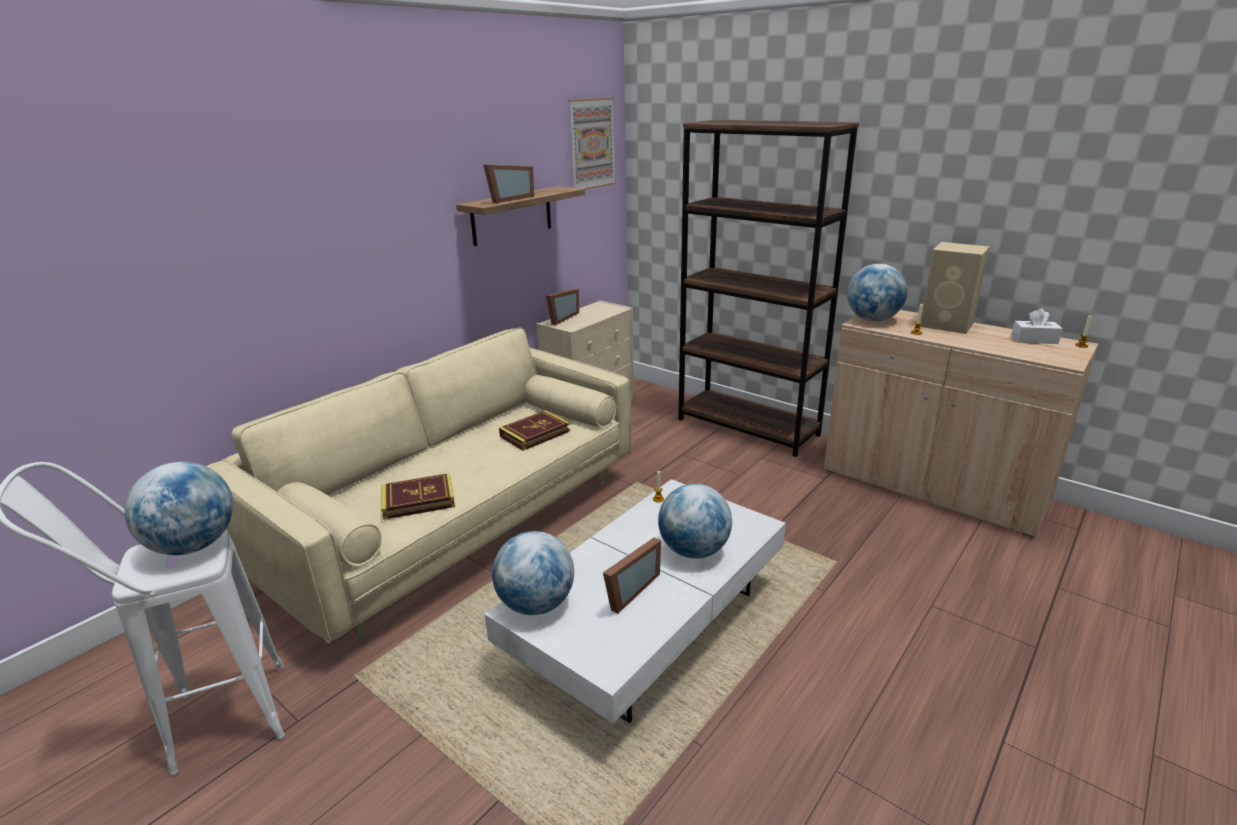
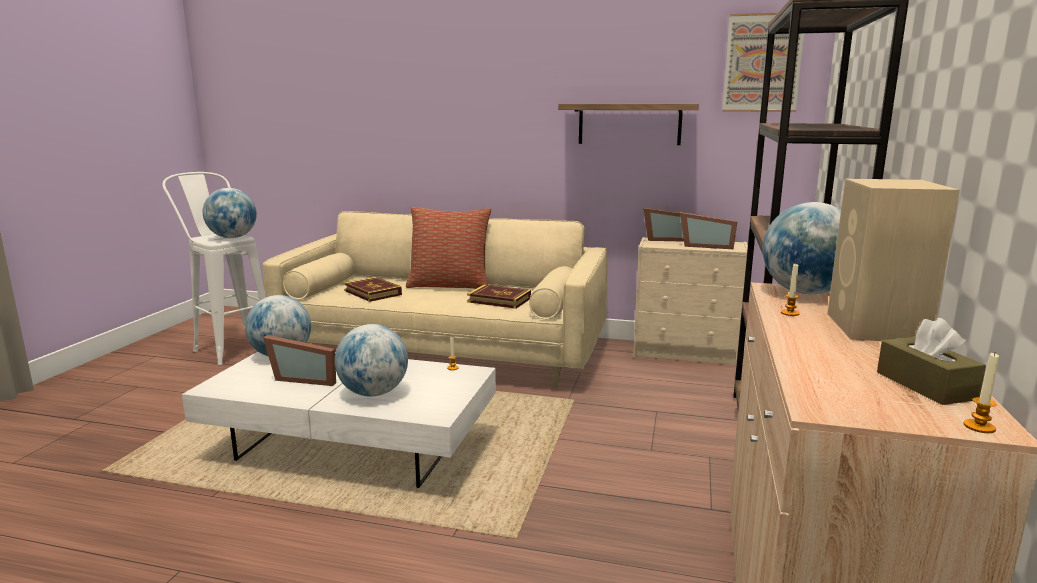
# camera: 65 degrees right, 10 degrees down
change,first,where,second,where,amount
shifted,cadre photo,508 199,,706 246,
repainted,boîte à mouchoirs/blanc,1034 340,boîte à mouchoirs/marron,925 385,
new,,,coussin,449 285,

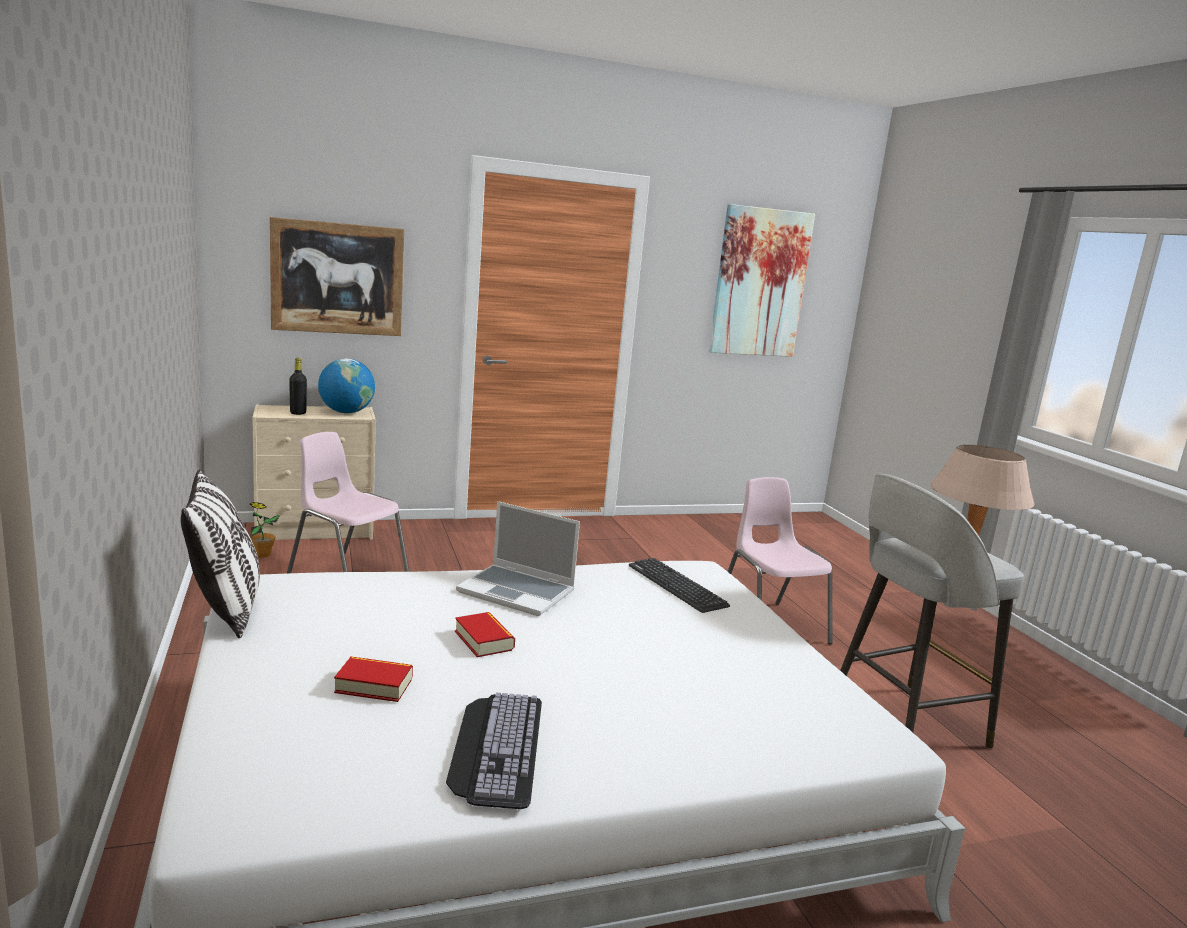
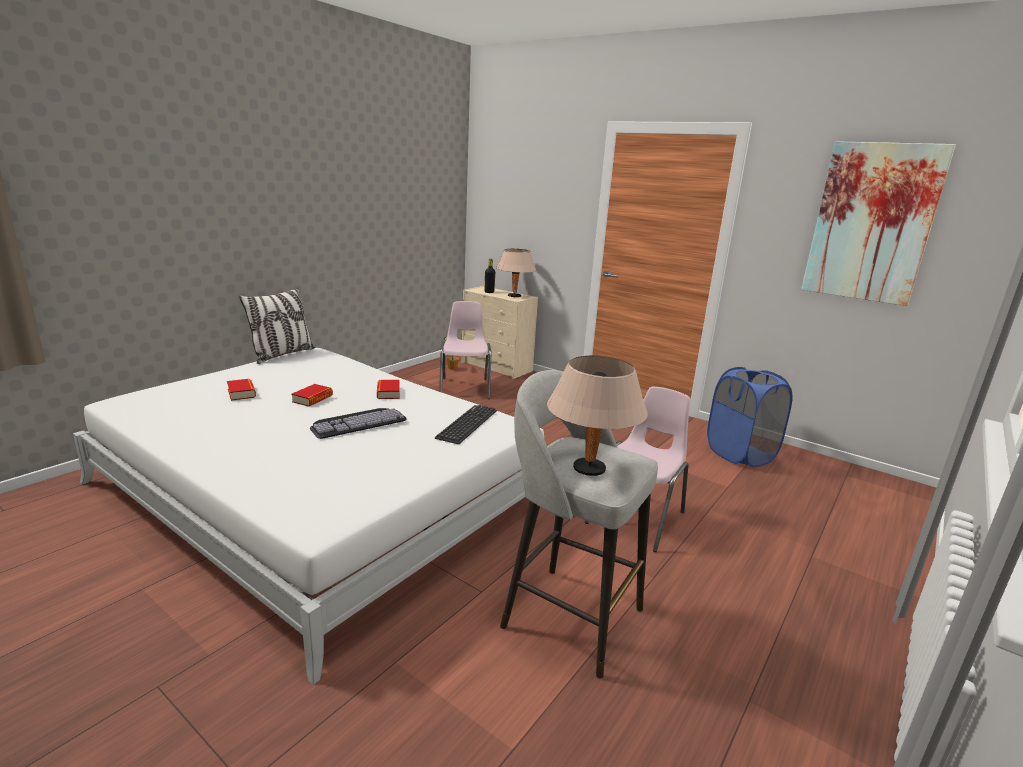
# camera: 55 degrees right, 5 degrees up
change,first,where,second,where,amount
gone,tableau,337 278,,,
swapped,globe,346 412,lampe de table/beige,514 296,
swapped,ordinateur portable,518 592,livre,388 393,
shifted,clavier,495 745,,358 422,
new,,,panier à linge/bleu,740 454,

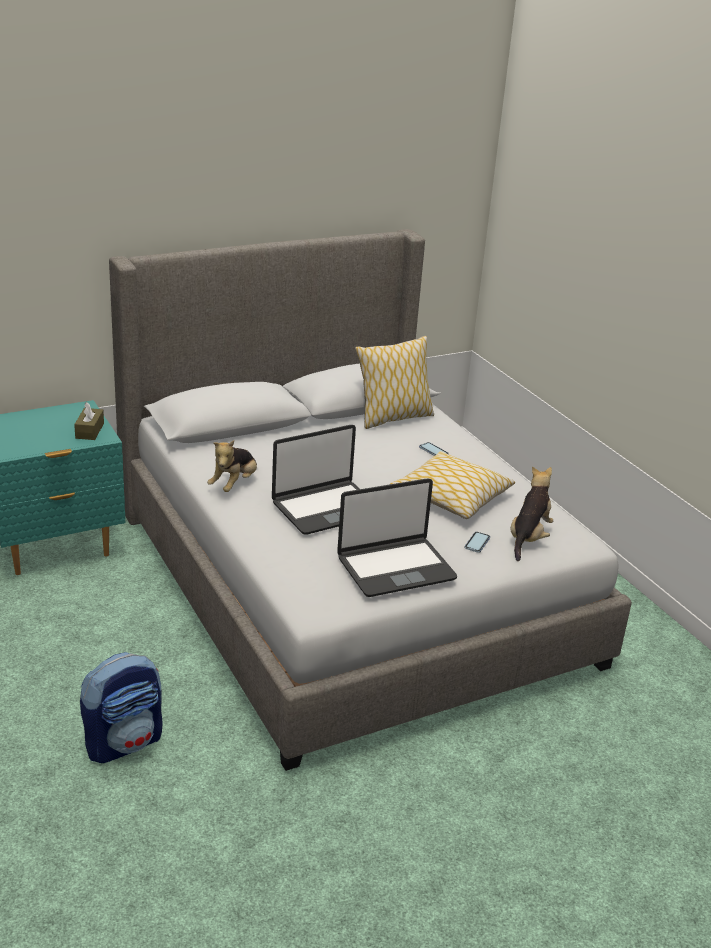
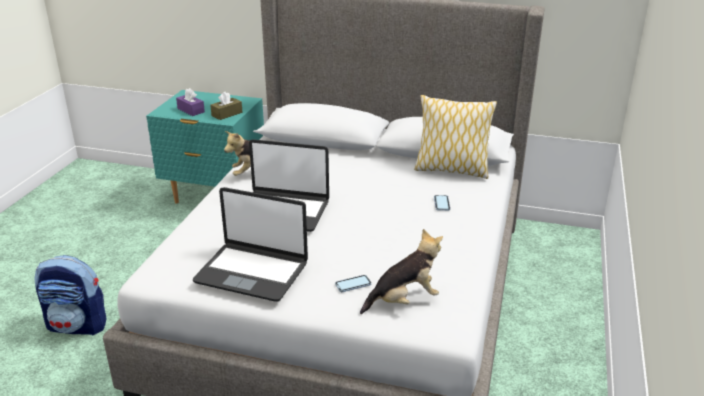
# camera: 45 degrees right, 0 degrees up
change,first,where,second,where,amount
gone,coussin,451 497,,,
new,,,boîte à mouchoirs/violet,191 110,

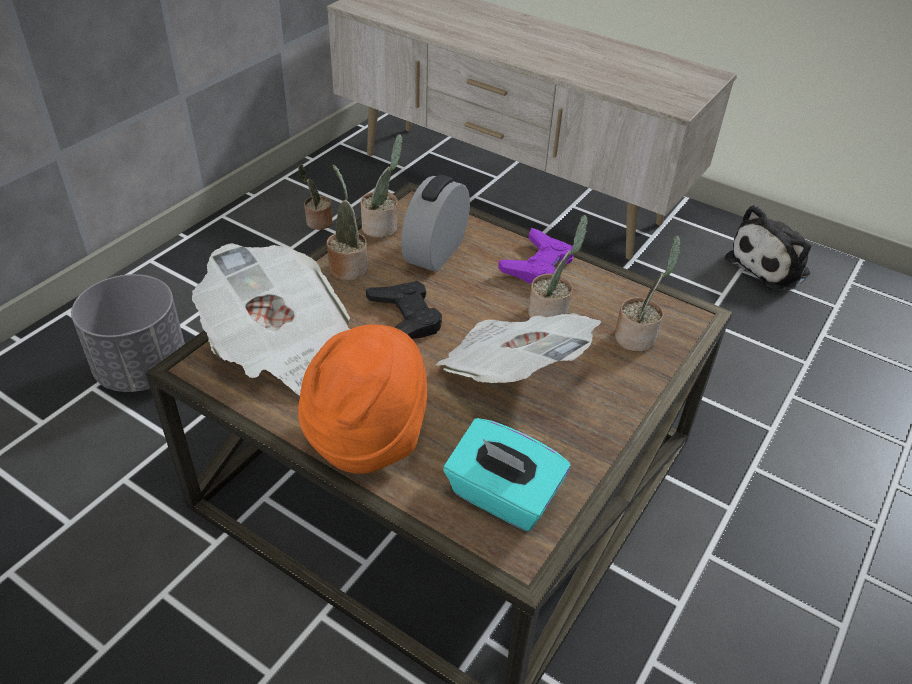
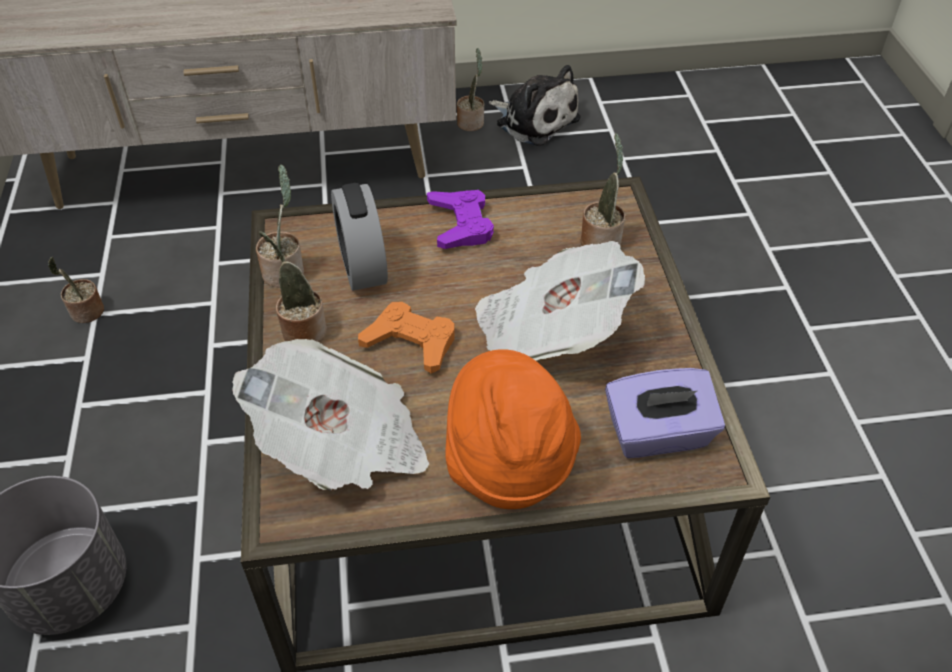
# camera: 40 degrees left, 5 degrees up
change,first,where,second,where,amount
rotated,peluche,771 265,,534 120,60 degrees counterclockwise
shifted,plante en pot,550 313,,471 122,
repainted,manette/noir,405 317,manette/orange,411 342,
repainted,boîte à mouchoirs/turquoise,502 497,boîte à mouchoirs/violet,658 435,

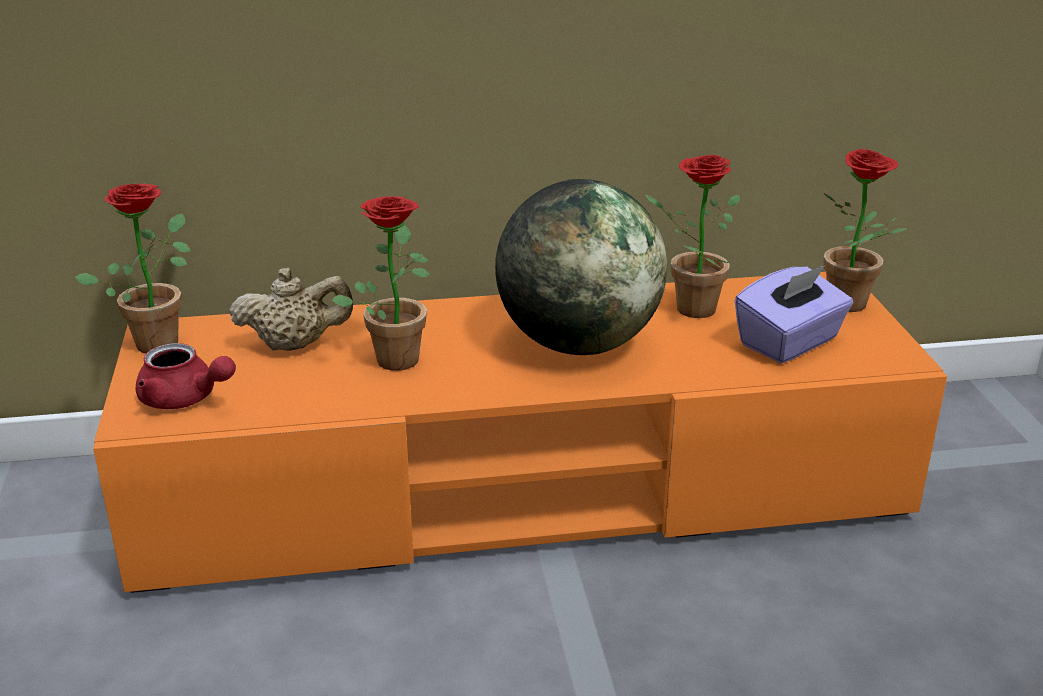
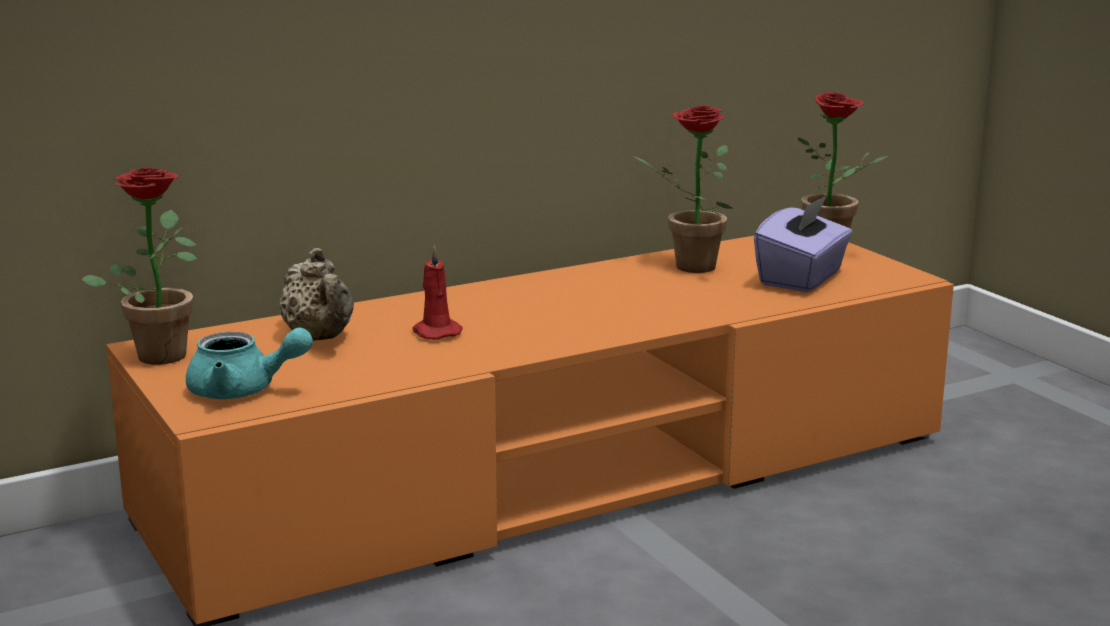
# camera: 20 degrees left, 10 degrees down
change,first,where,second,where,amount
gone,globe,577 344,,,
swapped,plante en pot,396 355,bougie/rouge,435 332,
rotated,théière/beige,295 345,,320 338,90 degrees clockwise
repainted,théière/rouge,185 399,théière/turquoise,243 391,

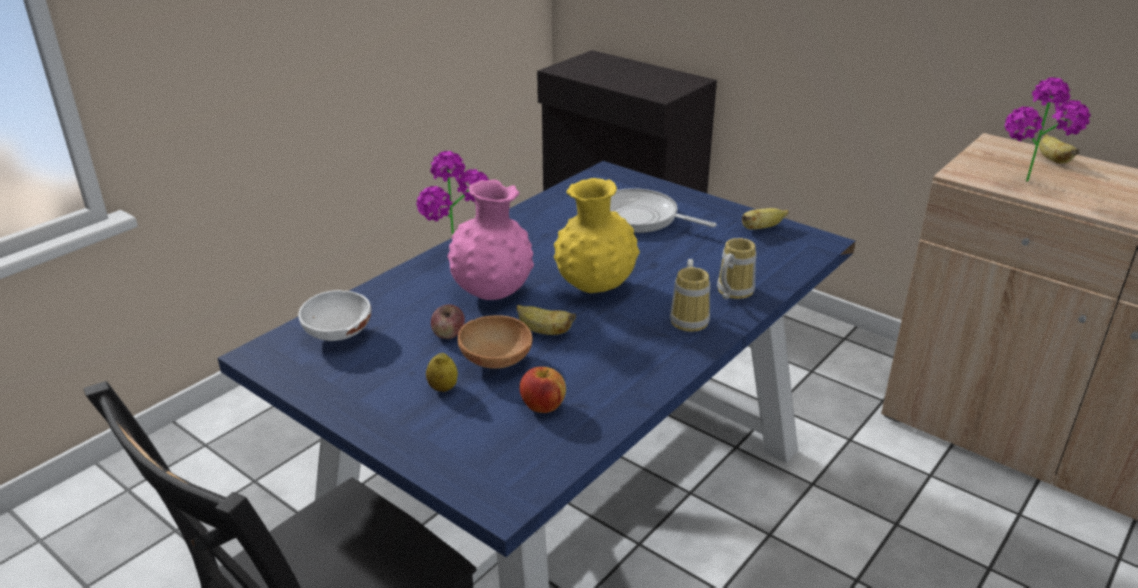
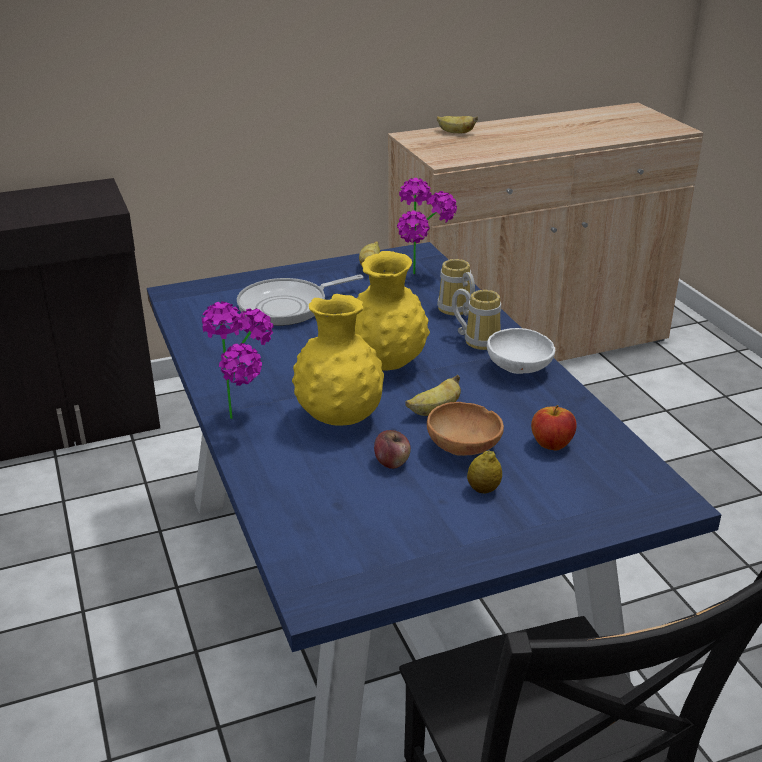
# camera: 60 degrees left, 0 degrees up
change,first,where,second,where,amount
shifted,plante en pot,1029 186,,423 277,
repainted,vase/rose,492 293,vase/jaune,340 418,
shifted,bol/blanc,337 336,,520 370,

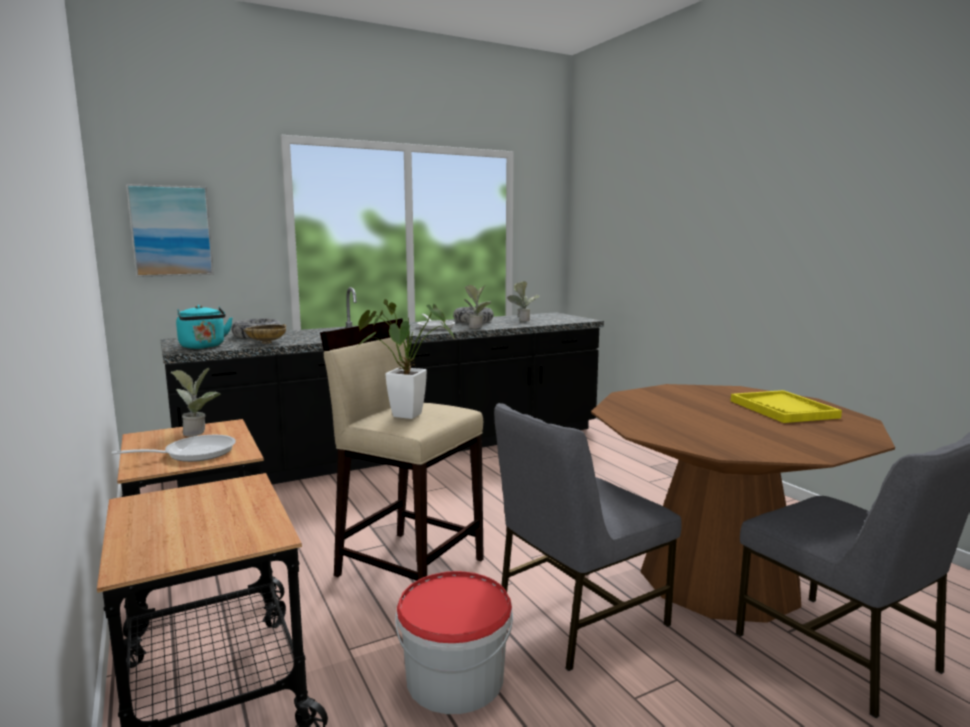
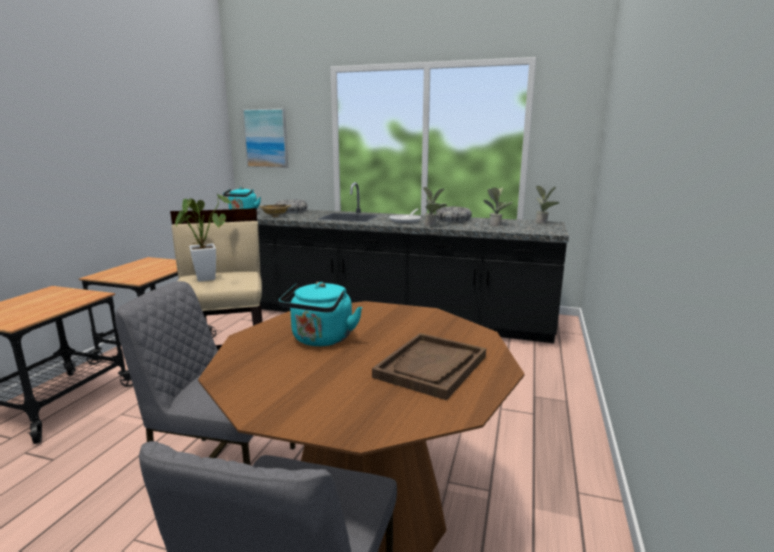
# camera: 45 degrees right, 5 degrees up
change,first,where,second,where,amount
shifted,plante en pot,199 432,,543 222,
repainted,plateau/jaune,783 409,plateau/marron,431 367,
gone,poêle,193 453,,,
gone,seau,454 678,,,
new,,,bouilloire/turquoise,321 340,

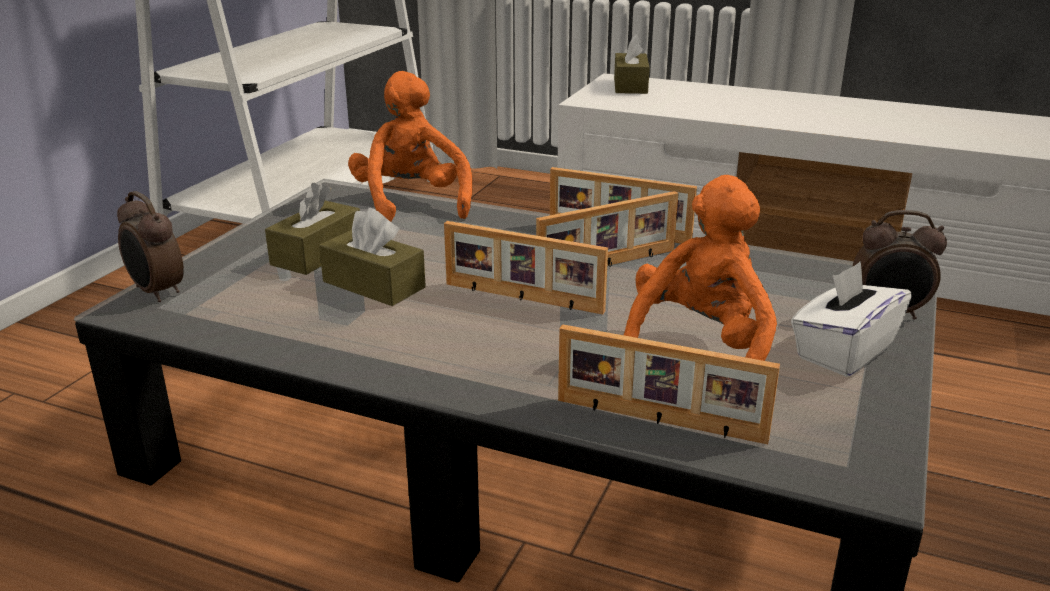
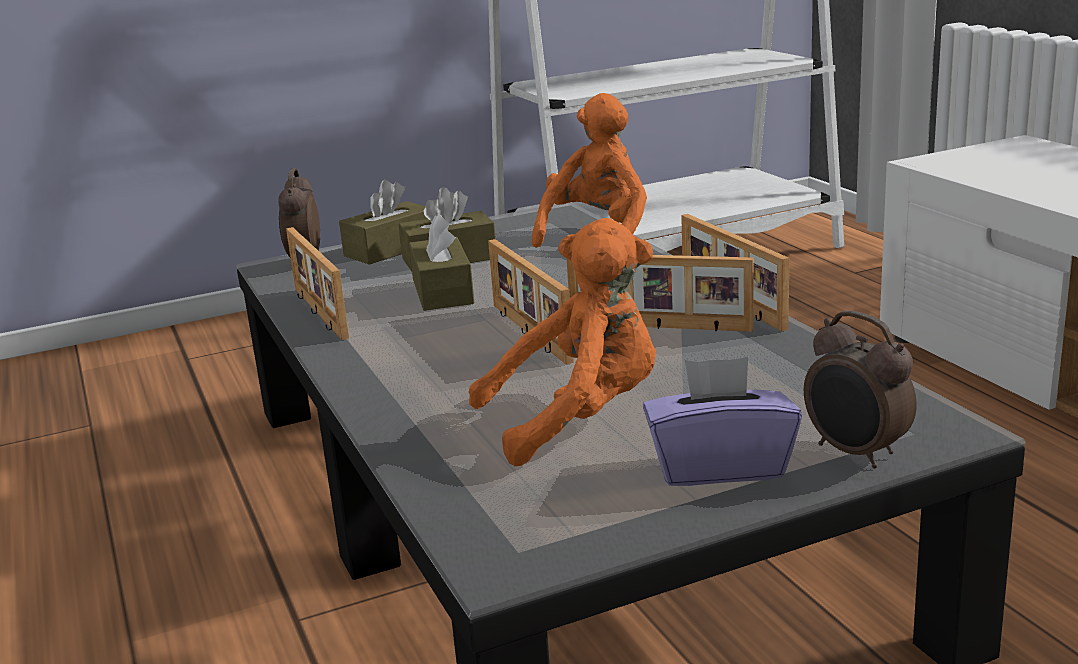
# camera: 45 degrees right, 5 degrees down
change,first,where,second,where,amount
shifted,boîte à mouchoirs/marron,630 86,,390 249,
repainted,boîte à mouchoirs/blanc,843 351,boîte à mouchoirs/violet,719 466,
shifted,cadre photo,659 421,,318 313,

